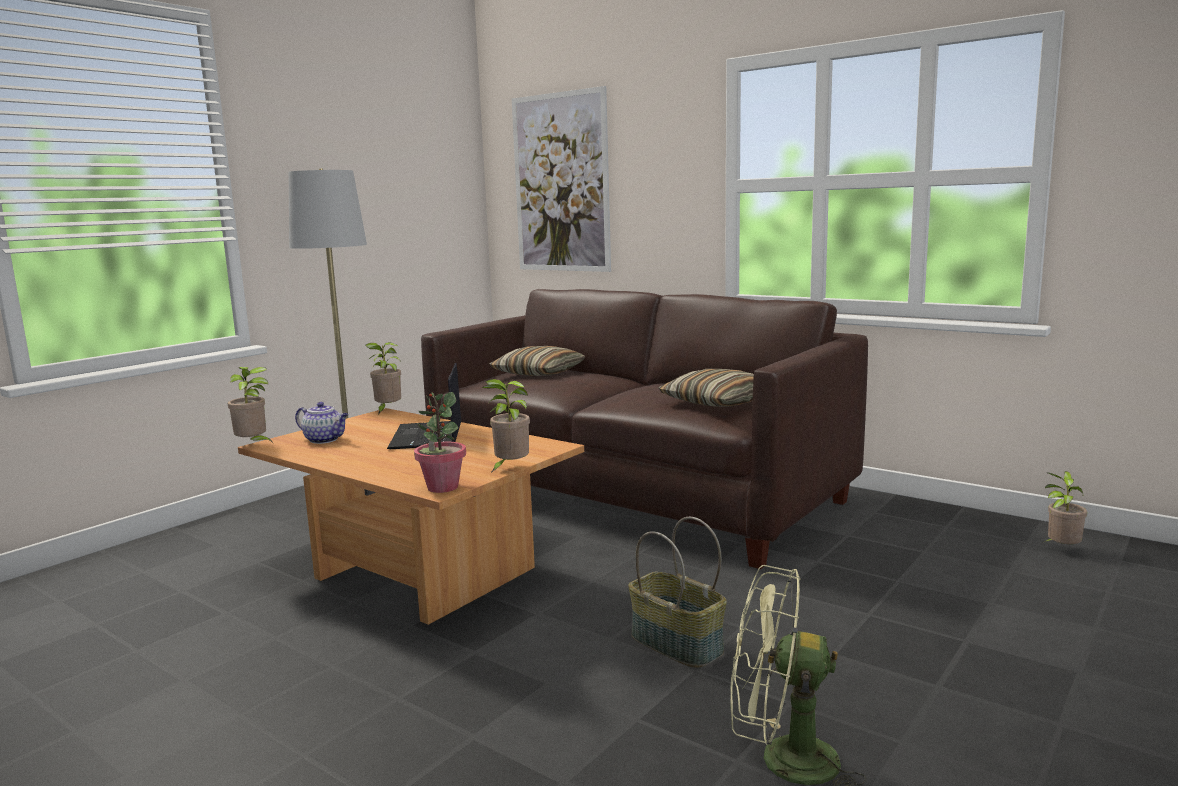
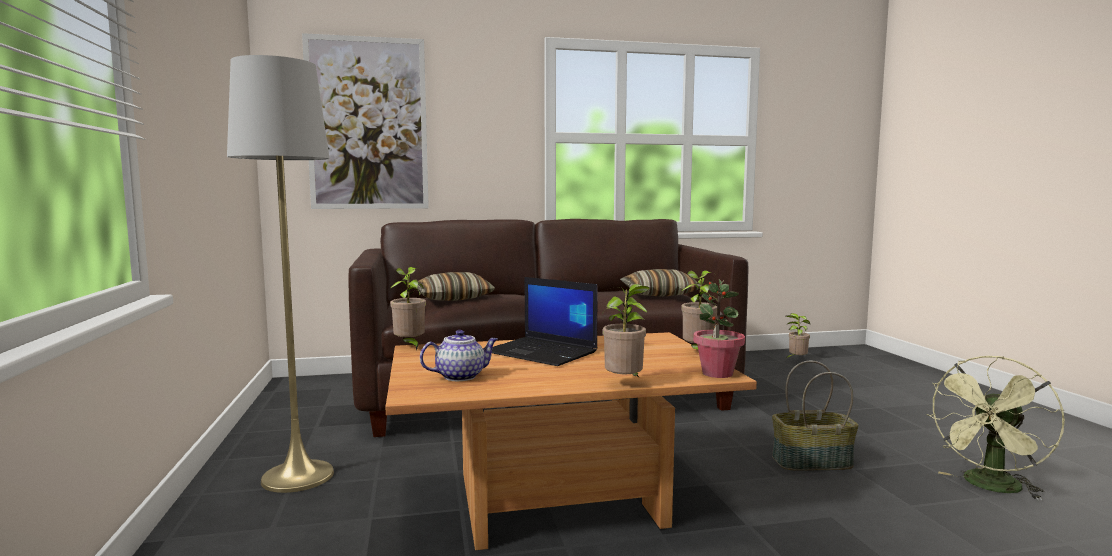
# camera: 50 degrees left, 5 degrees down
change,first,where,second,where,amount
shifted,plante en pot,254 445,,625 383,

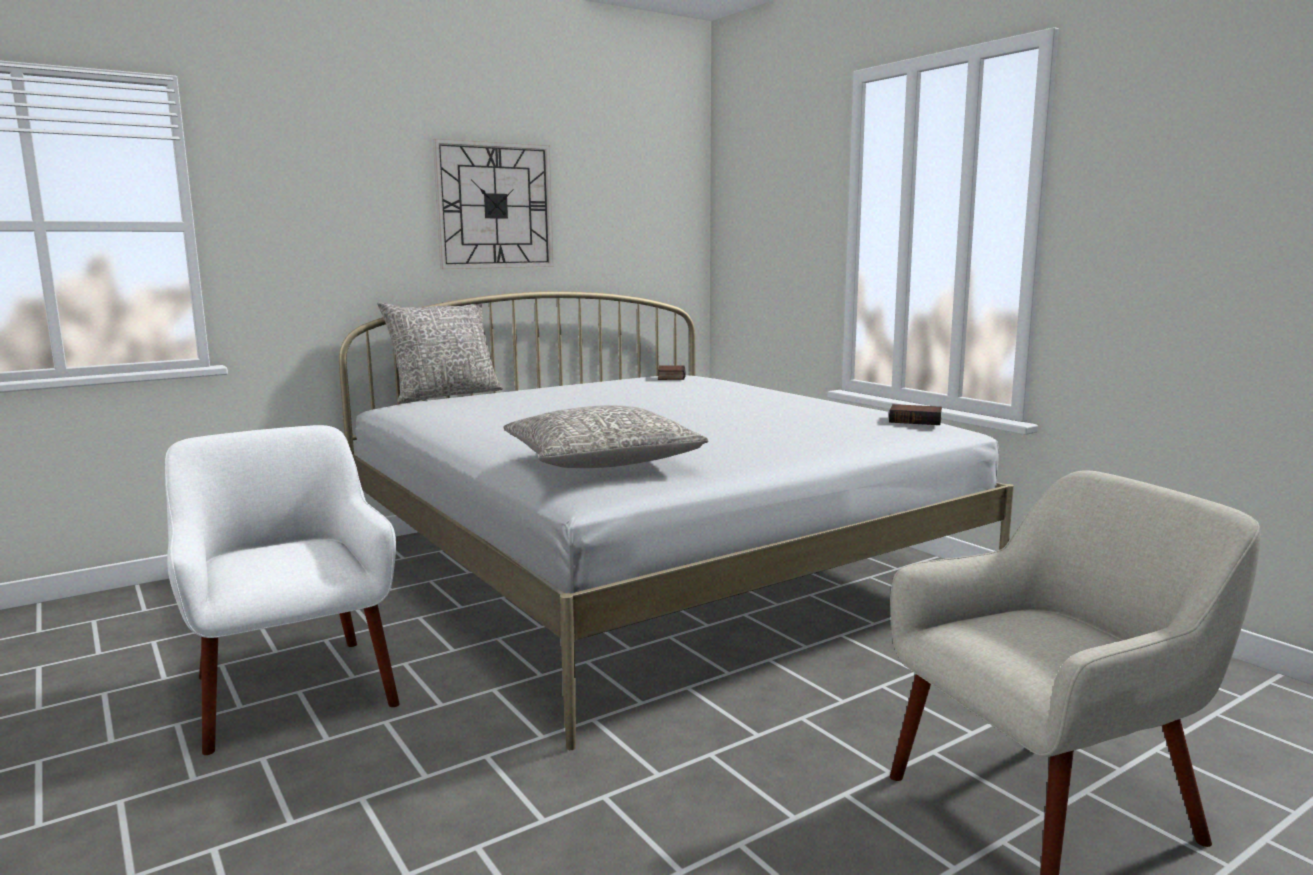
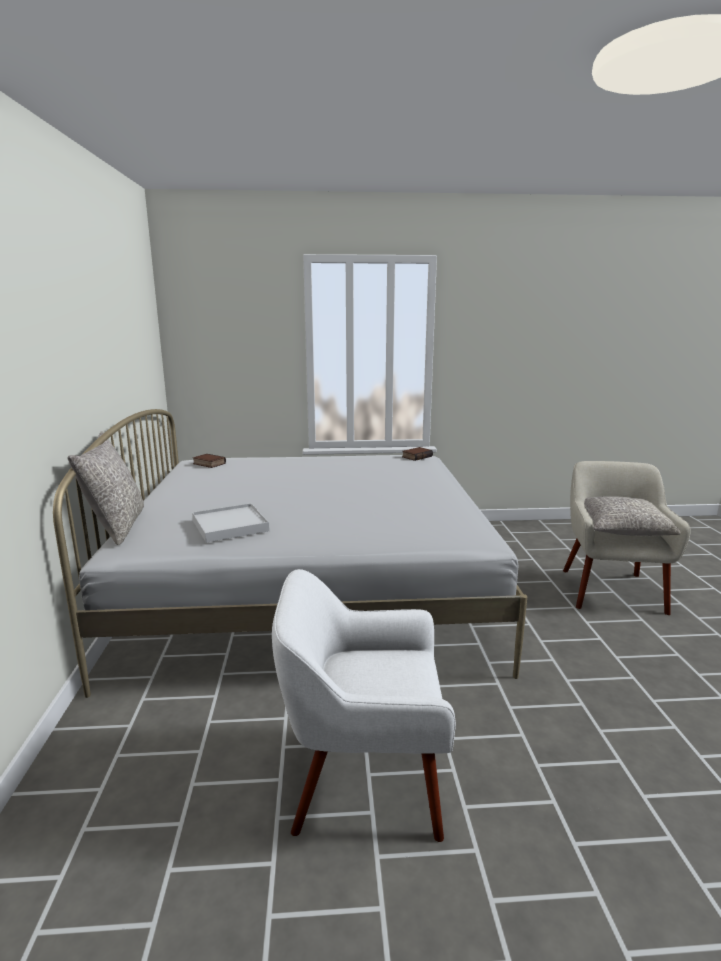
# camera: 60 degrees left, 5 degrees up
change,first,where,second,where,amount
gone,horloge murale,495 206,,,
shifted,coussin/gris,602 461,,620 528,
new,,,plateau/blanc,230 526,

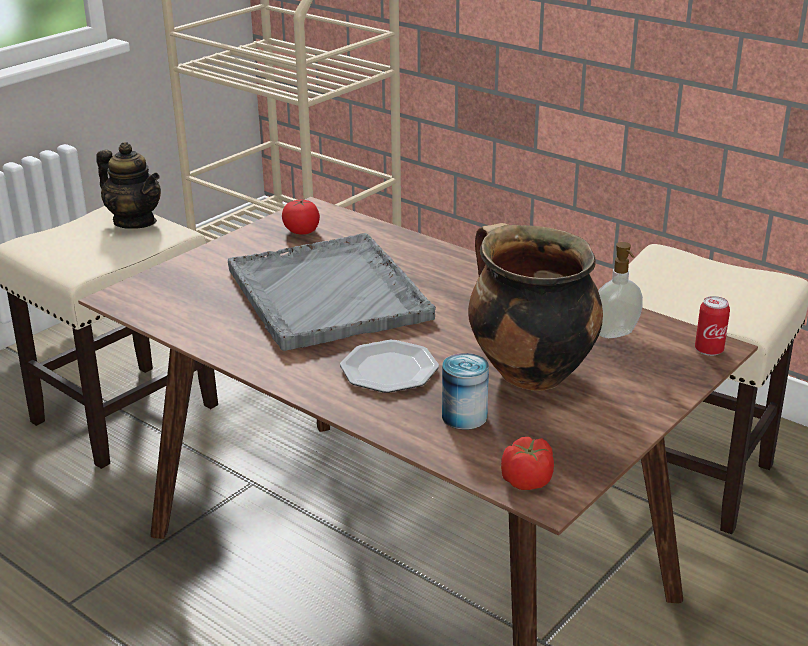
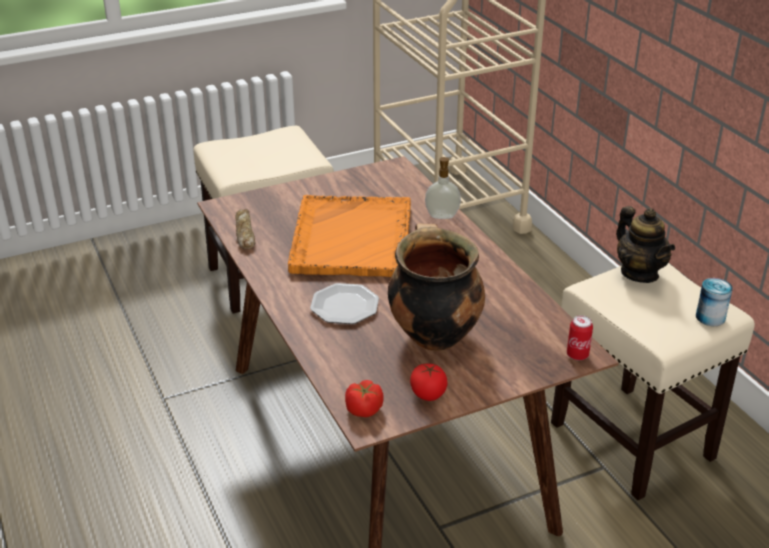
# camera: 25 degrees right, 5 degrees up
change,first,where,second,where,amount
shifted,théière,135 221,,639 273,
shifted,tomate,301 231,,428 394,
repainted,plateau/gris,328 295,plateau/orange,351 239,
shifted,distributeur de savon,616 334,,442 217,
shifted,boîte métallique,464 416,,710 317,
new,,,pain,244 233,

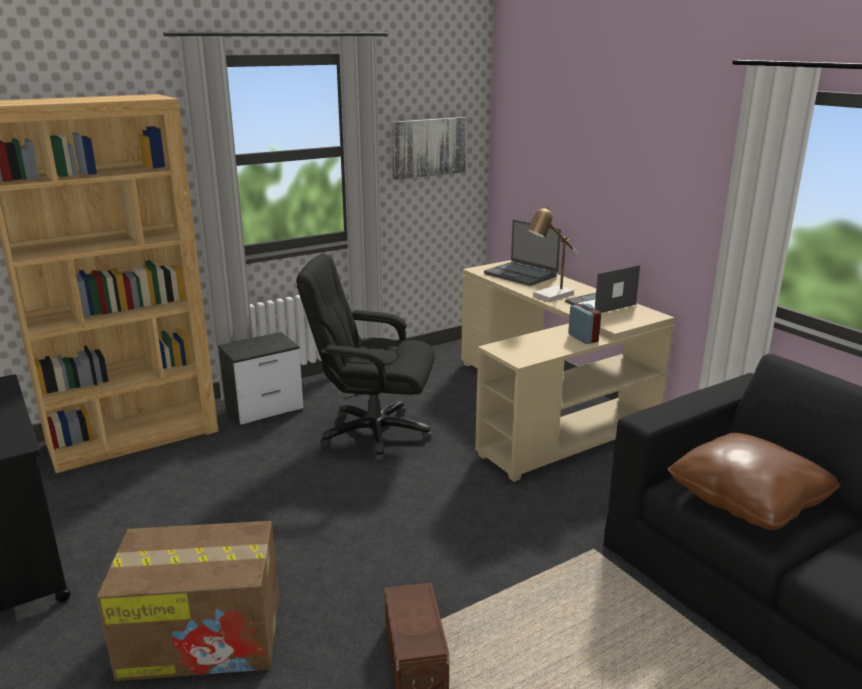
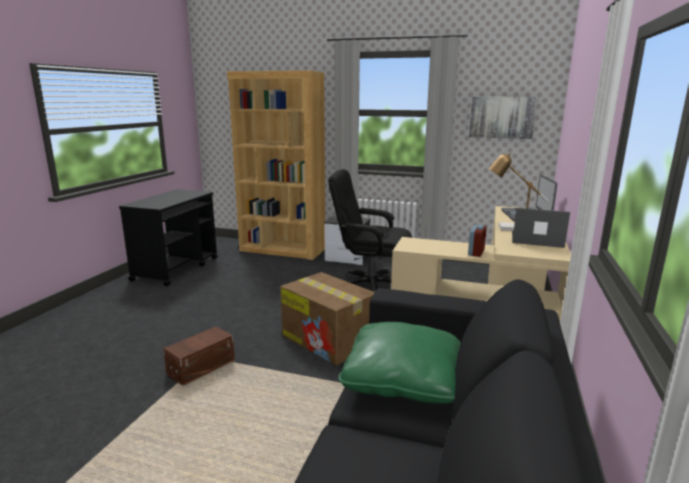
# camera: 50 degrees right, 5 degrees down
change,first,where,second,where,amount
rotated,chaise de bureau/noir,373 433,,370 287,45 degrees counterclockwise
repainted,coussin/marron,747 499,coussin/vert,401 379,
shifted,carton,204 636,,329 340,

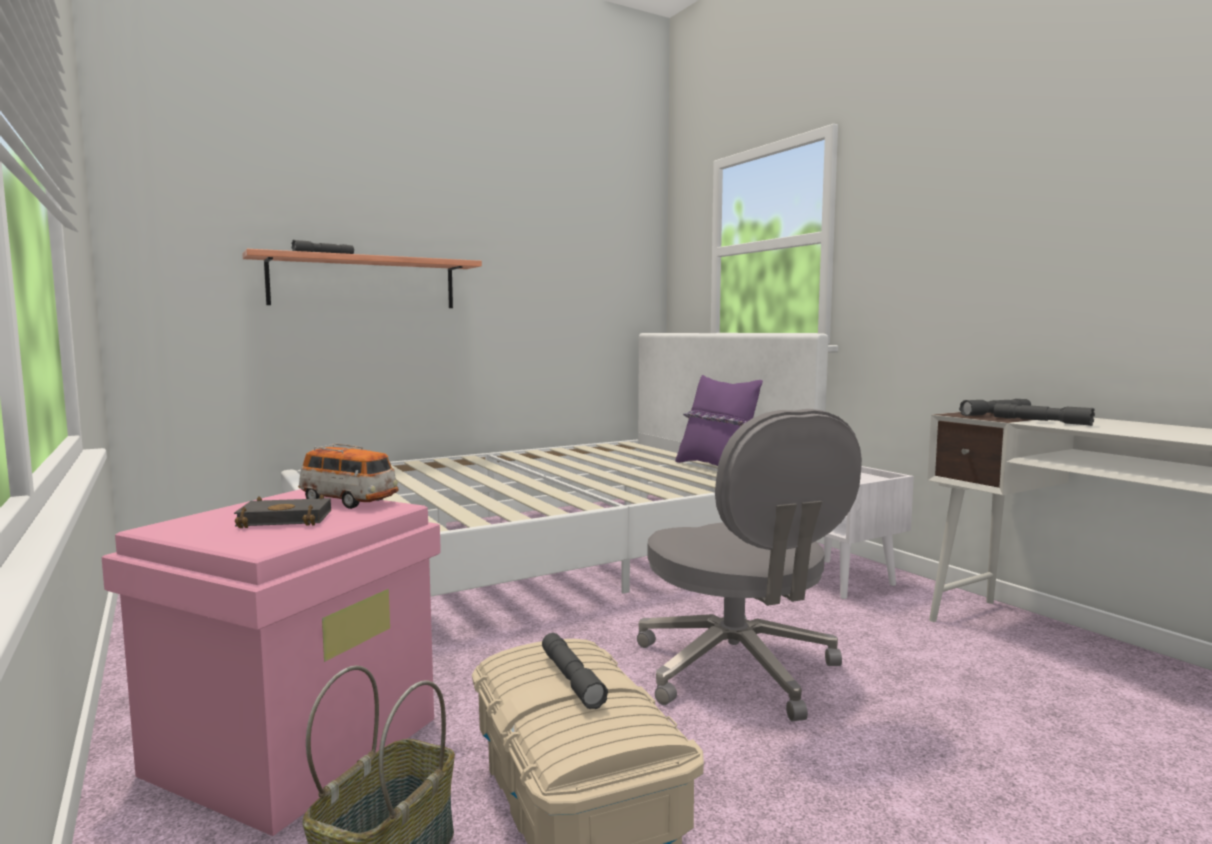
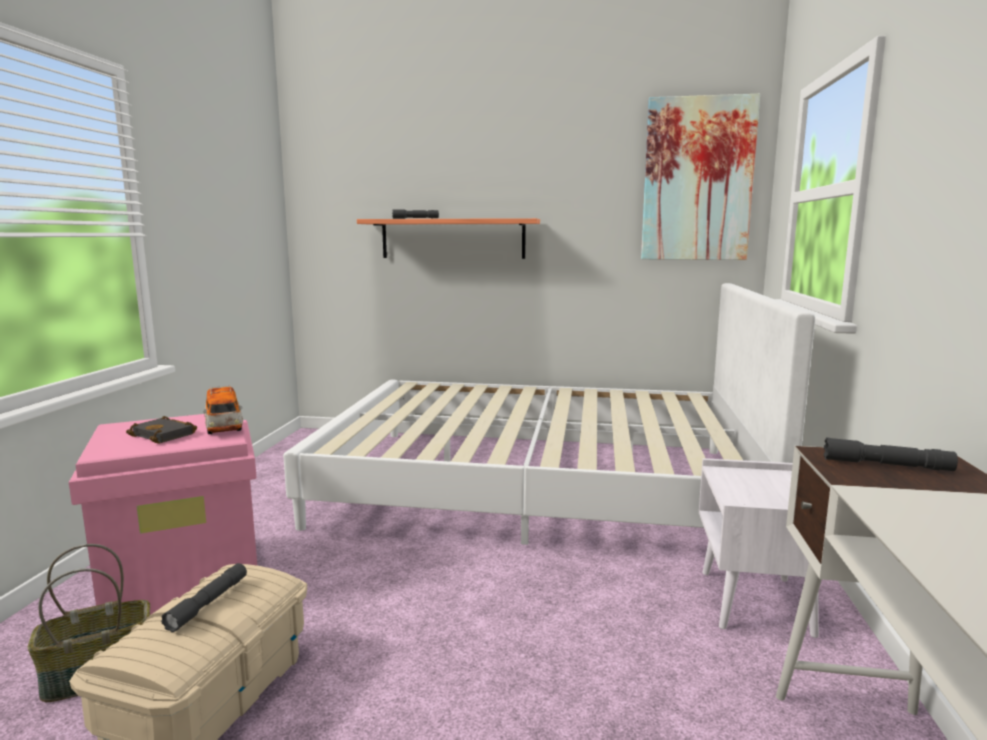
# camera: 40 degrees right, 5 degrees up
change,first,where,second,where,amount
gone,coussin/violet,716 468,,,
gone,lampe de poche/gris,1041 421,,,
gone,chaise de bureau/gris,738 671,,,
new,,,tableau,697 180,

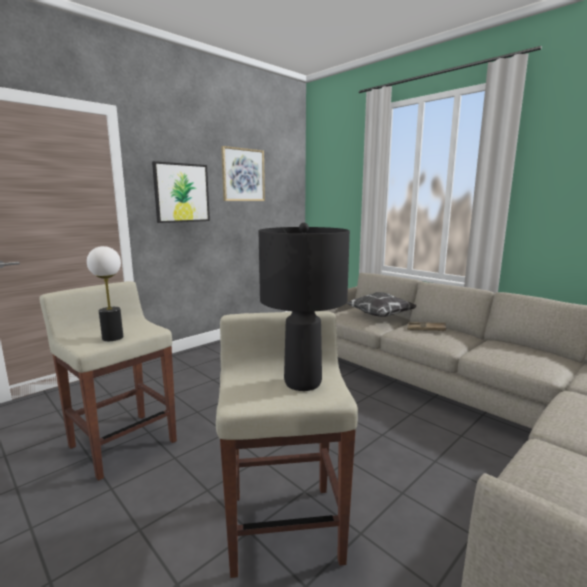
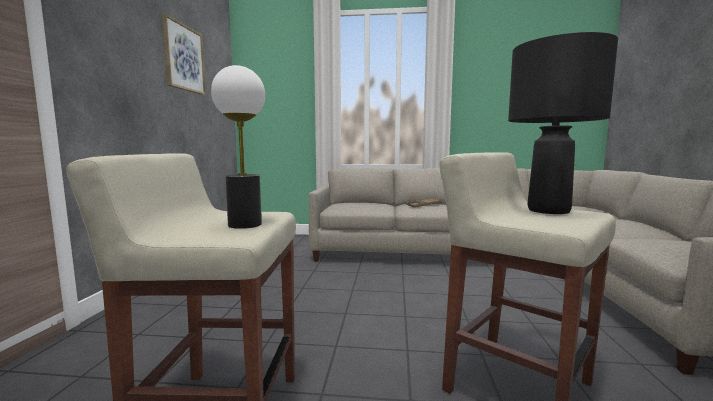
# camera: 40 degrees left, 5 degrees down
change,first,where,second,where,amount
gone,tableau,181 193,,,
gone,coussin,380 316,,,

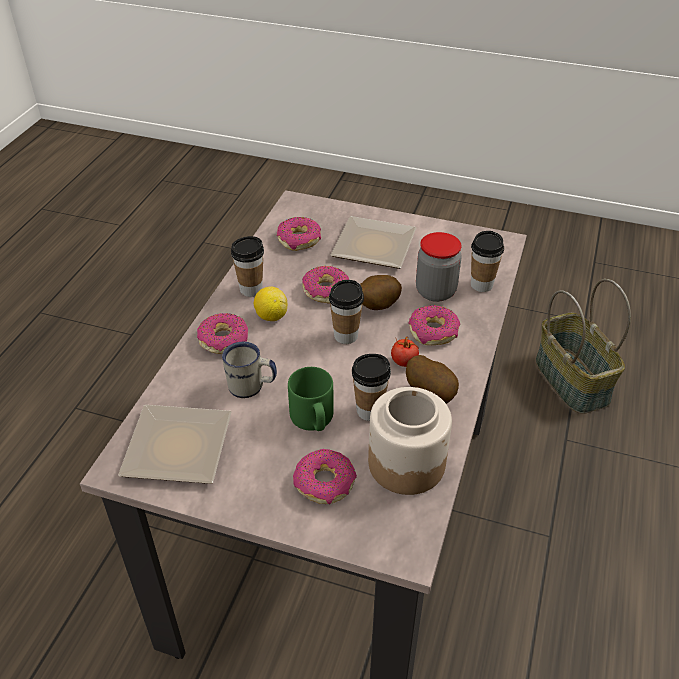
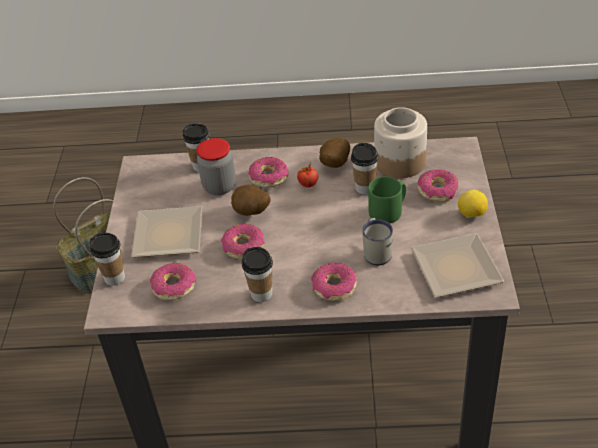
# camera: 105 degrees left, 0 degrees up
change,first,where,second,where,amount
shifted,tasse,346 336,,114 278,
shifted,citron,271 316,,471 215,

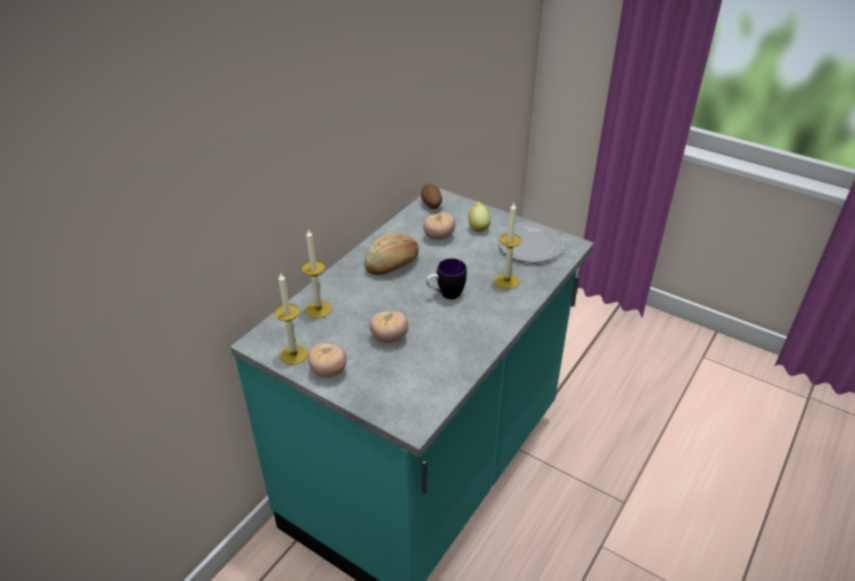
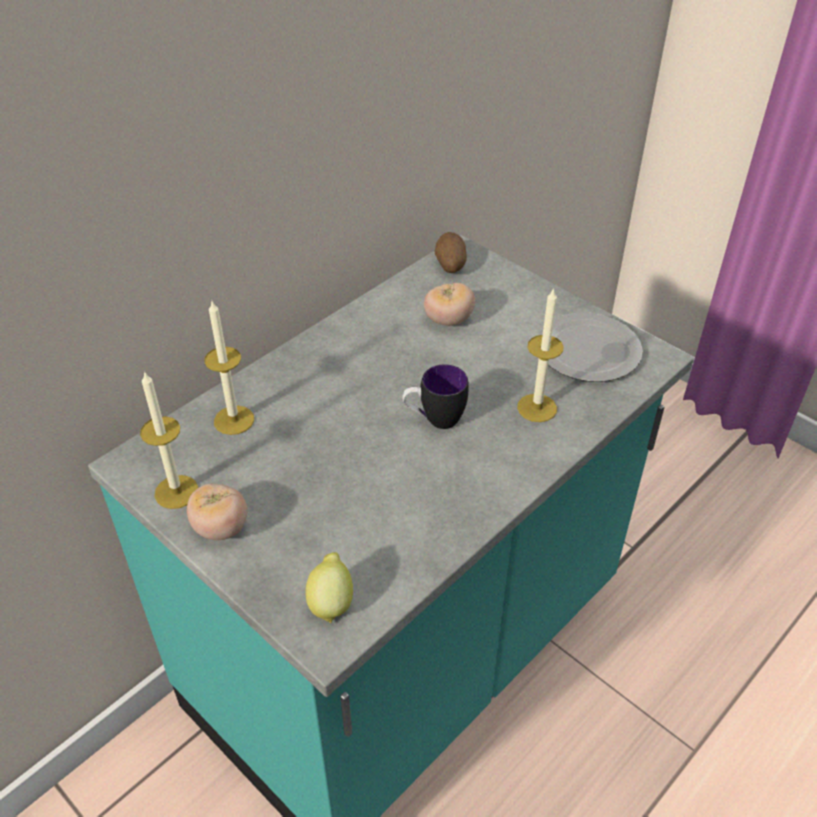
# camera: 10 degrees right, 5 degrees up
change,first,where,second,where,amount
shifted,citron,478 227,,331 602,
gone,pain,393 264,,,
gone,tomate,389 337,,,

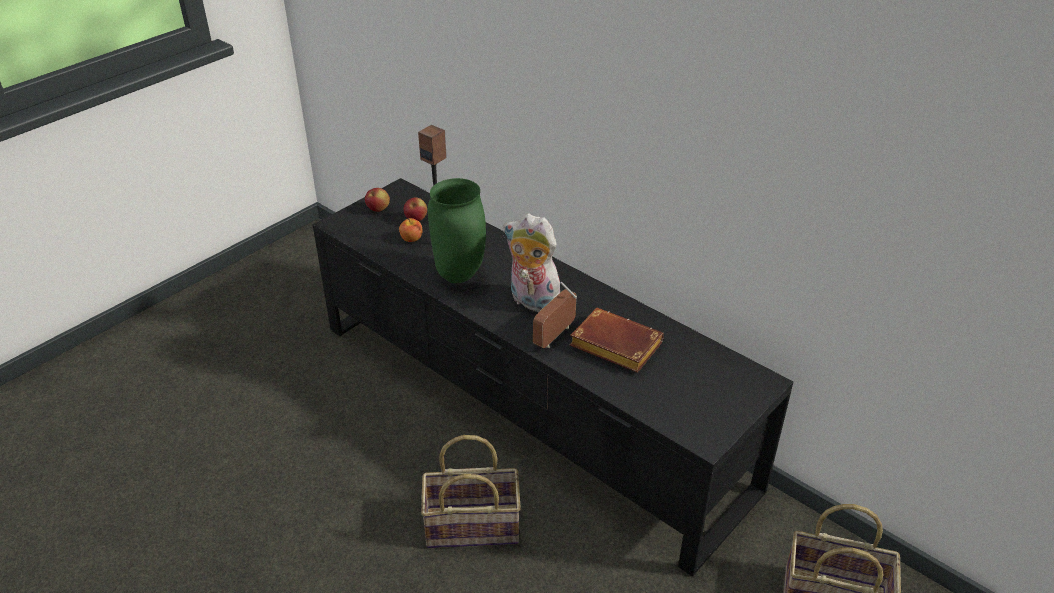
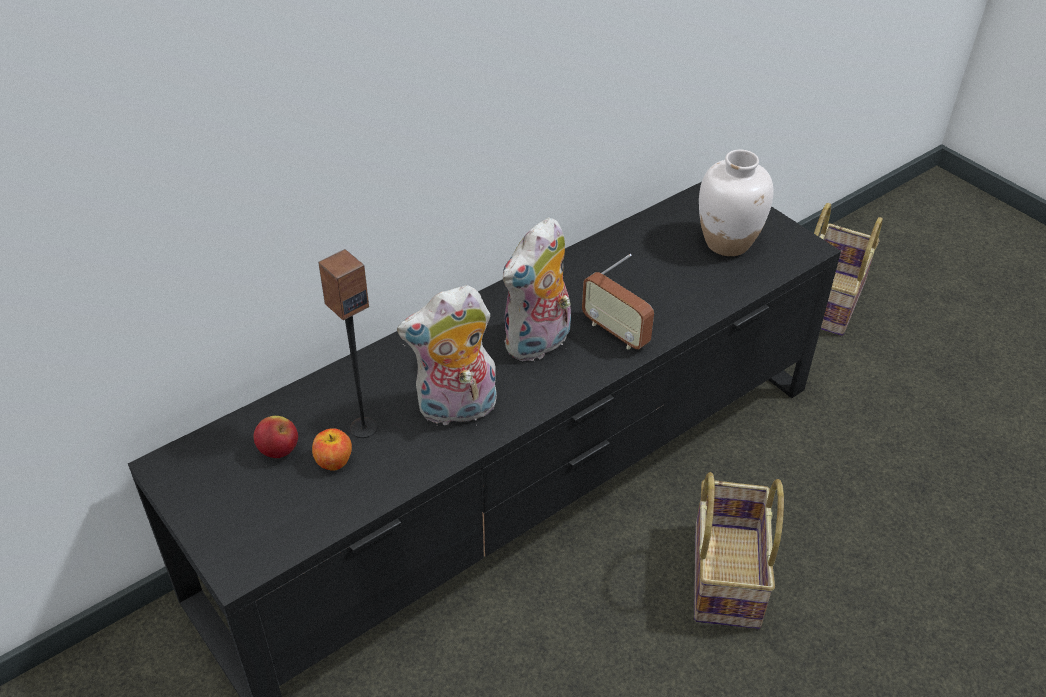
# camera: 80 degrees left, 5 degrees up
change,first,where,second,where,amount
swapped,vase/vert,461 275,peluche,456 410,
gone,pomme,378 209,,,
gone,livre/marron,612 346,,,
new,,,vase/blanc,728 243,

